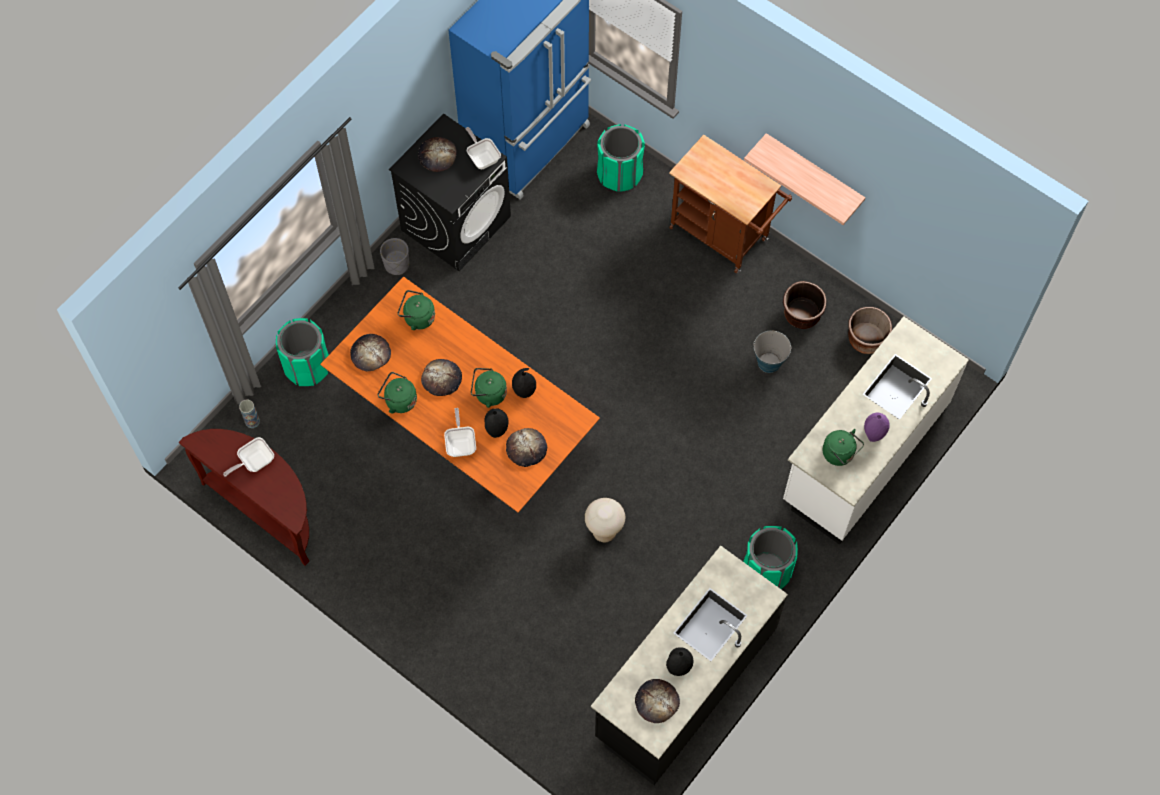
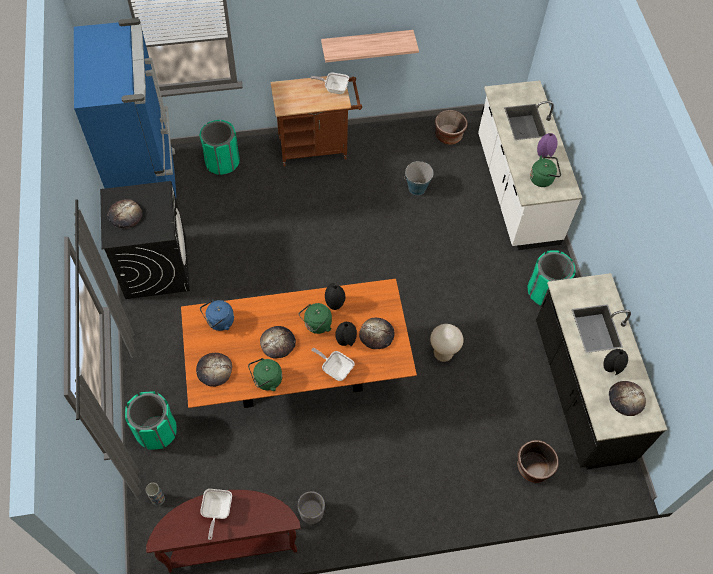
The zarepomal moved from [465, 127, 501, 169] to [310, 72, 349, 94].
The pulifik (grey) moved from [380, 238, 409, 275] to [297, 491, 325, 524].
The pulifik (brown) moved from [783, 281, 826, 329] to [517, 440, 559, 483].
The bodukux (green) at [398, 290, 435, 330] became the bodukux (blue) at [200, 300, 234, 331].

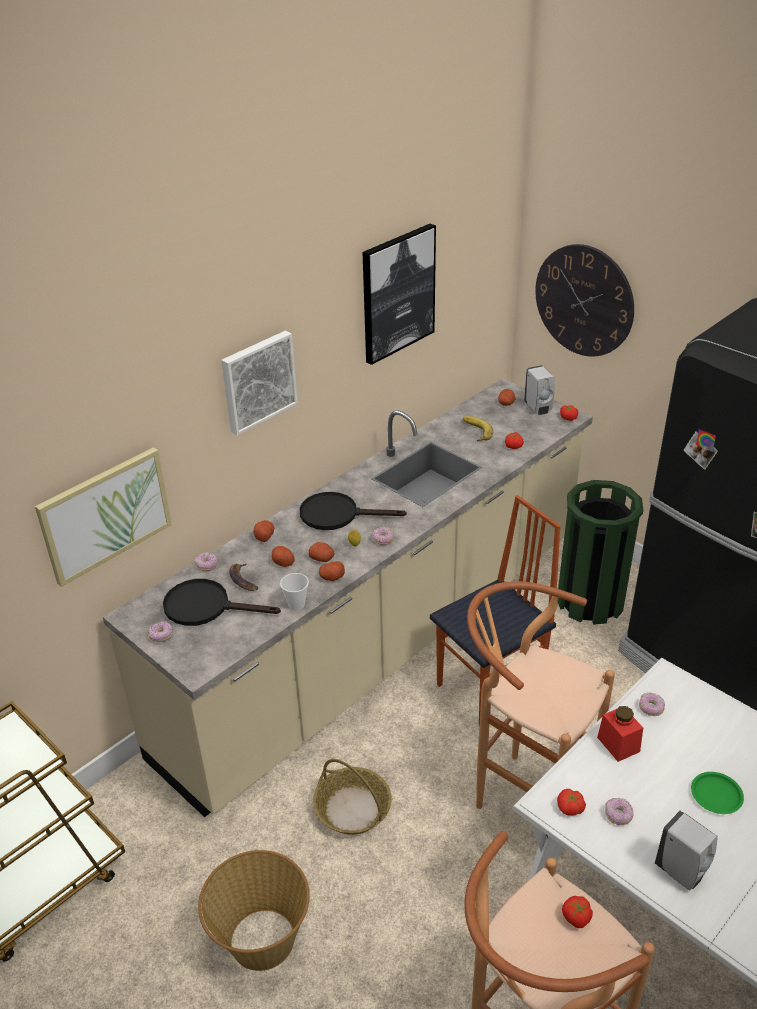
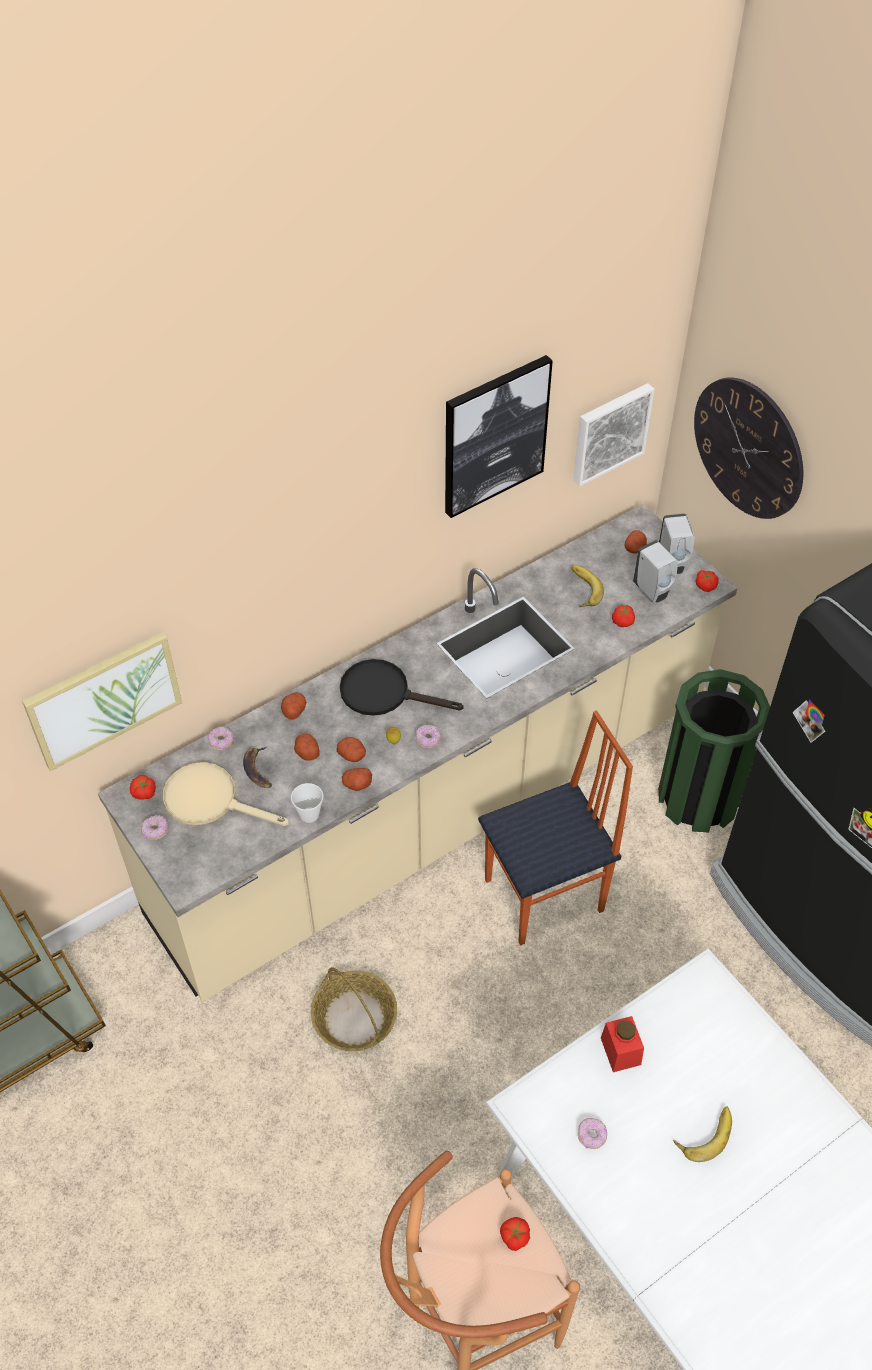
The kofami moved from [221, 331, 298, 435] to [573, 383, 655, 487].
The zarepomal (black) at [163, 579, 281, 626] became the zarepomal (beige) at [163, 762, 289, 826].
The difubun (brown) at [467, 581, 615, 809] disappeared.
The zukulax at [639, 692, 665, 716] disappeared.
The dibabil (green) at [691, 772, 744, 814] was replaced by the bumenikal at [674, 1106, 732, 1162].
The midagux moved from [557, 789, 586, 816] to [130, 775, 156, 800].
The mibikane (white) moved from [655, 811, 718, 891] to [633, 540, 678, 603].
The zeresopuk at [198, 850, 310, 971] disappeared.

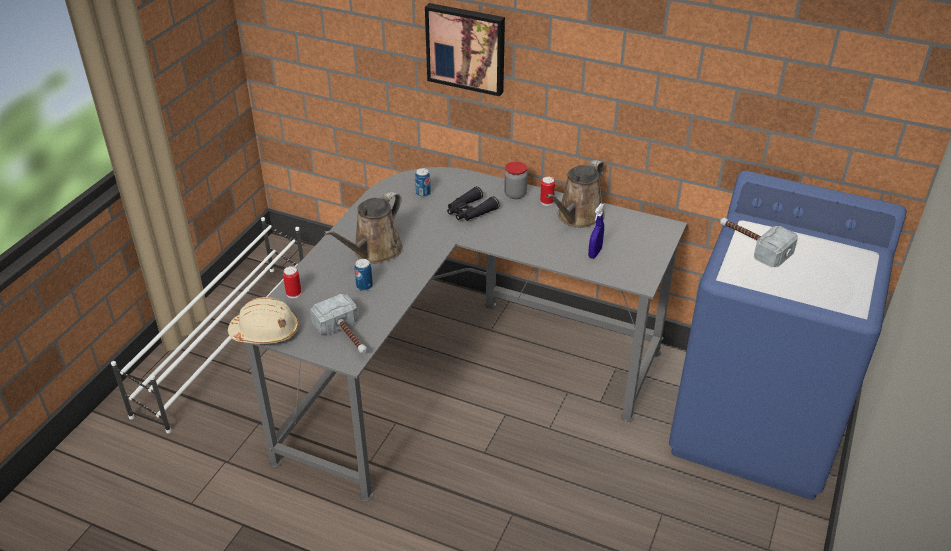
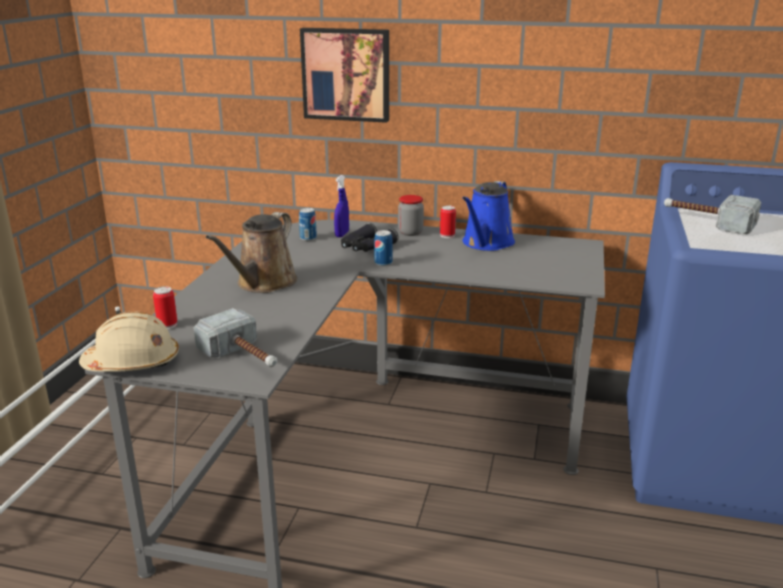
The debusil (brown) at [546, 160, 605, 228] became the debusil (blue) at [462, 181, 515, 251].
The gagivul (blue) moved from [588, 204, 604, 259] to [334, 175, 349, 237].
The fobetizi moved from [354, 259, 373, 291] to [374, 230, 392, 266].

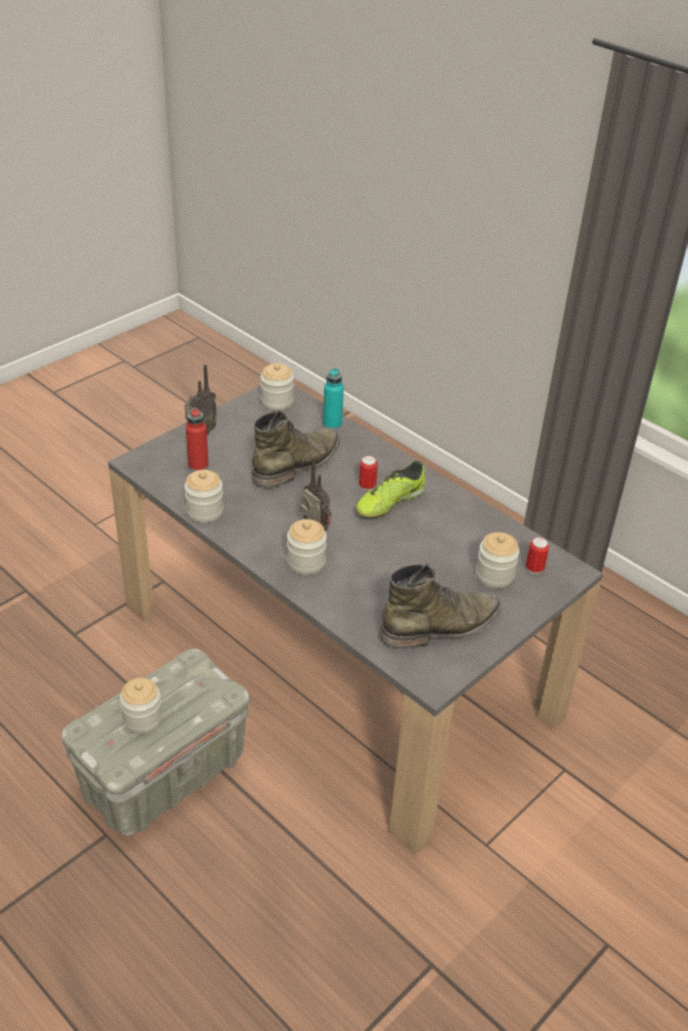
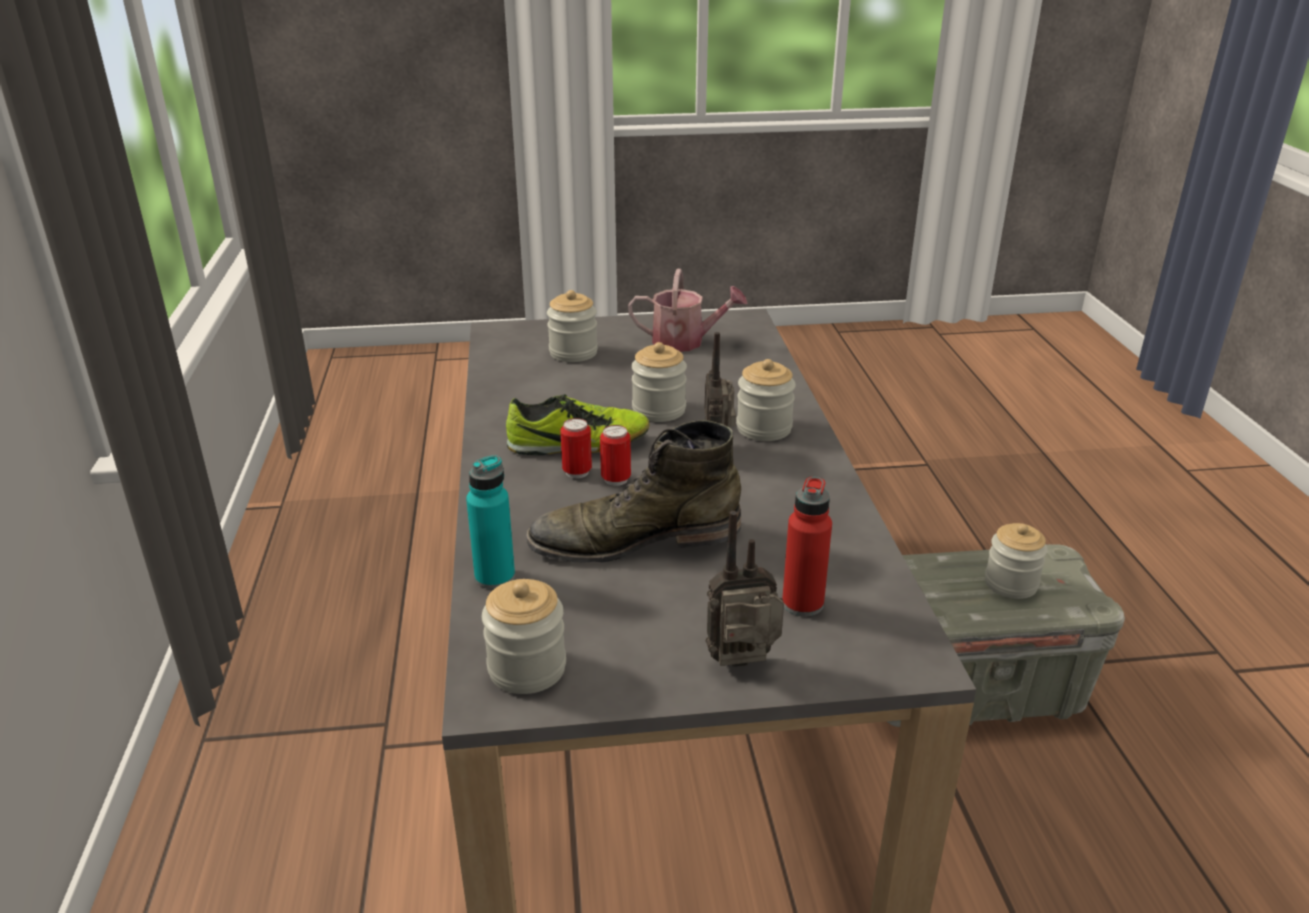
The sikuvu moved from [184, 470, 224, 523] to [631, 342, 687, 422].
The fobetizi moved from [526, 537, 549, 574] to [600, 425, 631, 486].
The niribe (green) at [380, 563, 502, 649] was replaced by the debusil at [628, 269, 748, 352].

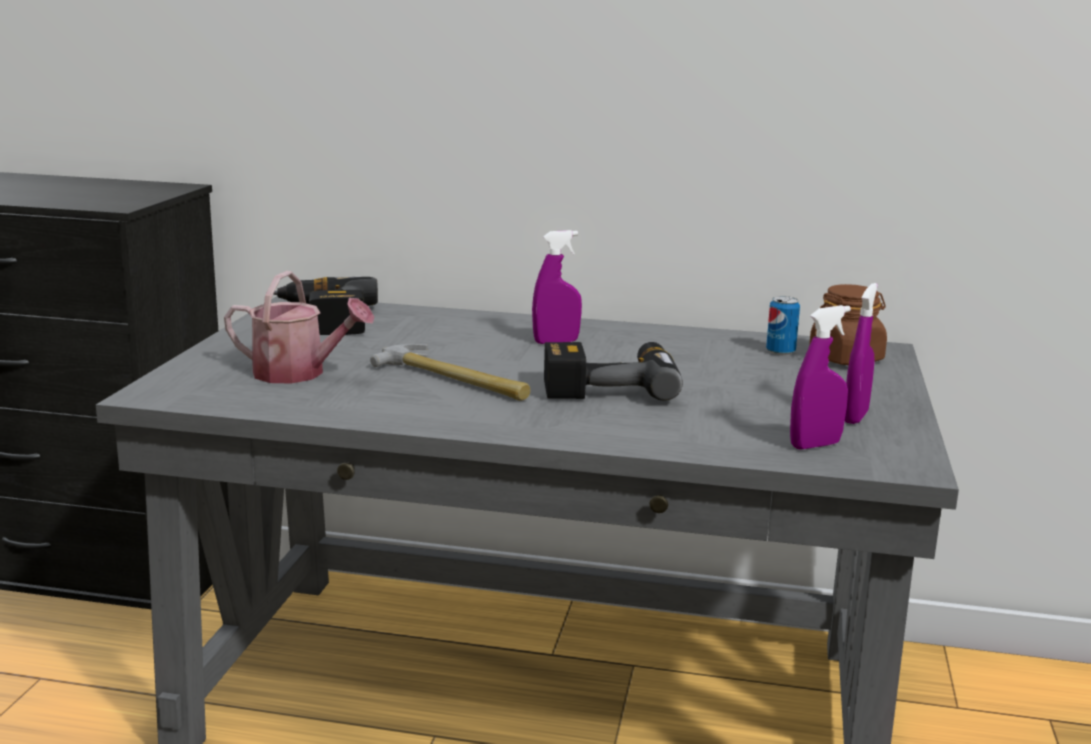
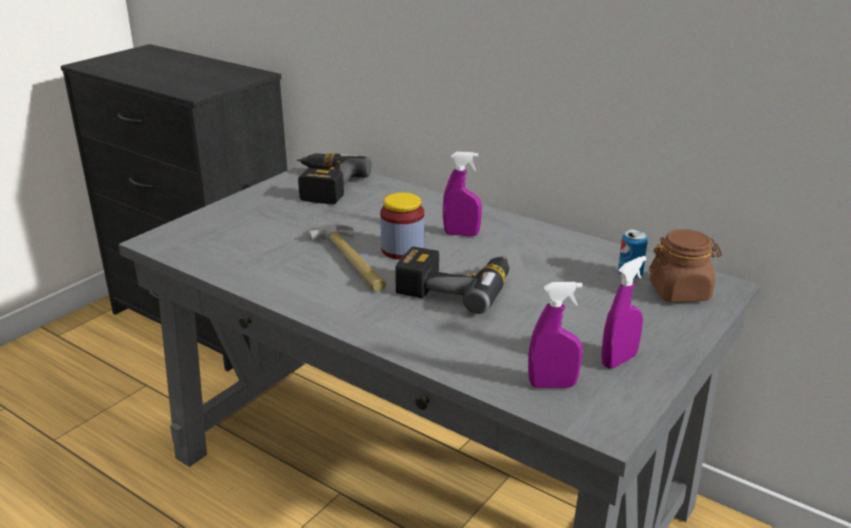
The debusil at [224, 271, 374, 384] disappeared.
The sikuvu at [380, 193, 425, 260] appeared.

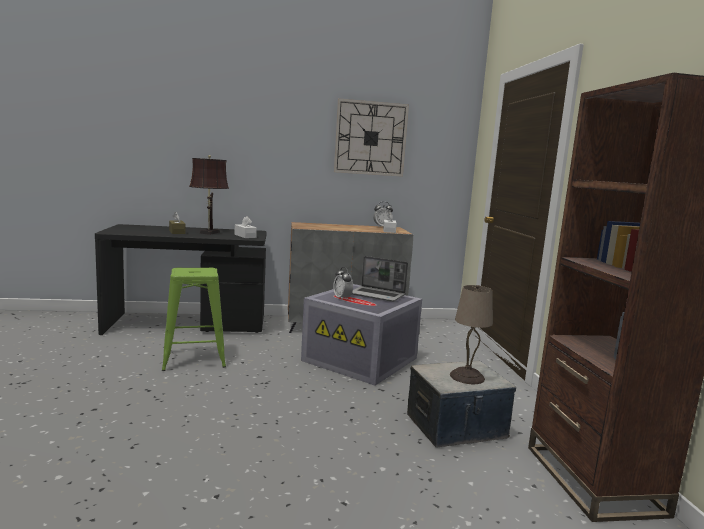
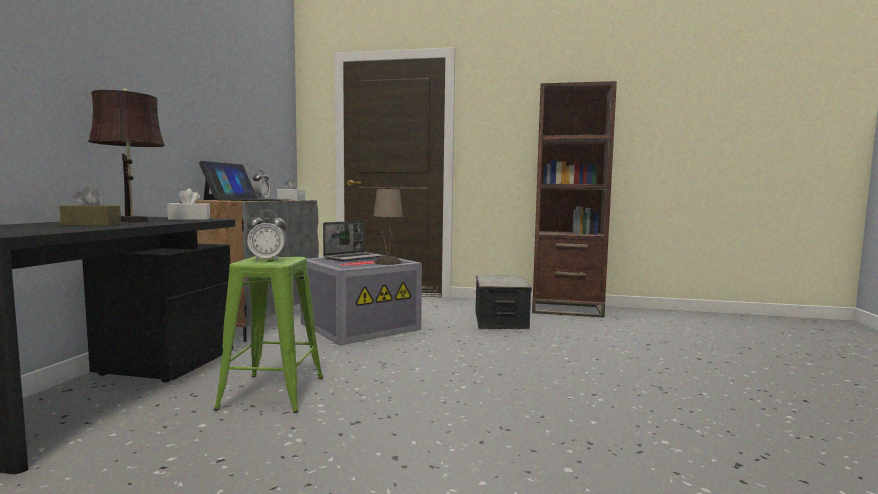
The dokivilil at [334, 98, 409, 177] disappeared.
The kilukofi moved from [333, 267, 353, 300] to [247, 210, 287, 261].
The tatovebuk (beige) moved from [450, 285, 493, 384] to [374, 186, 403, 265].
The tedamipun at [199, 161, 288, 201] appeared.

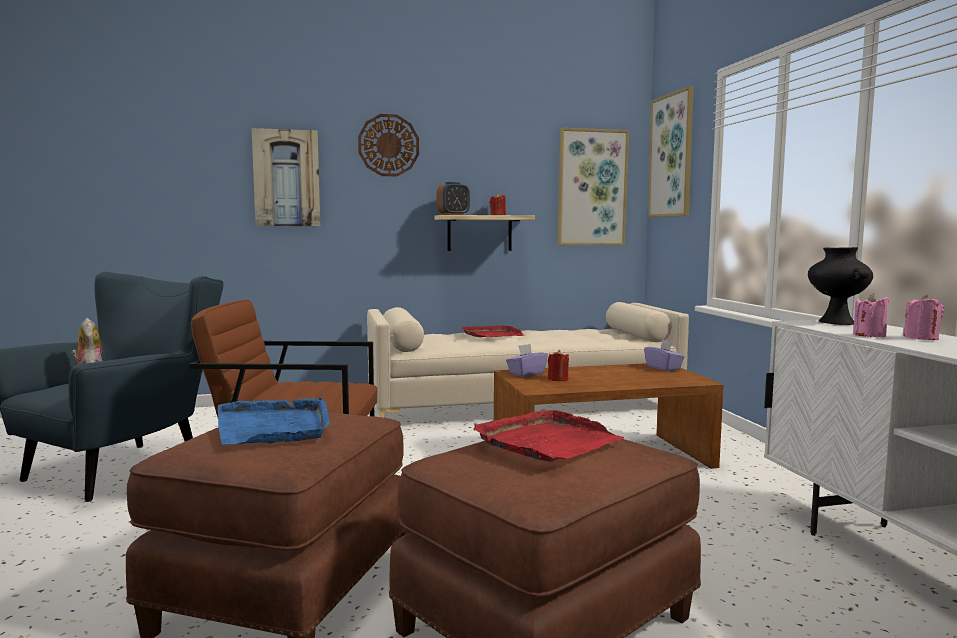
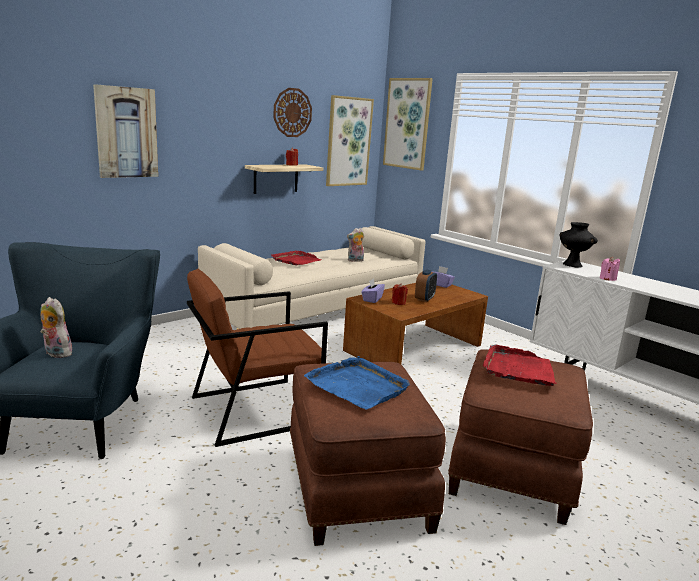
The dokivilil moved from [358, 114, 419, 176] to [273, 88, 312, 137].
The kilukofi moved from [436, 182, 470, 215] to [415, 270, 437, 302].
The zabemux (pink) at [903, 295, 944, 340] disappeared.
The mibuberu at [347, 228, 364, 262] appeared.

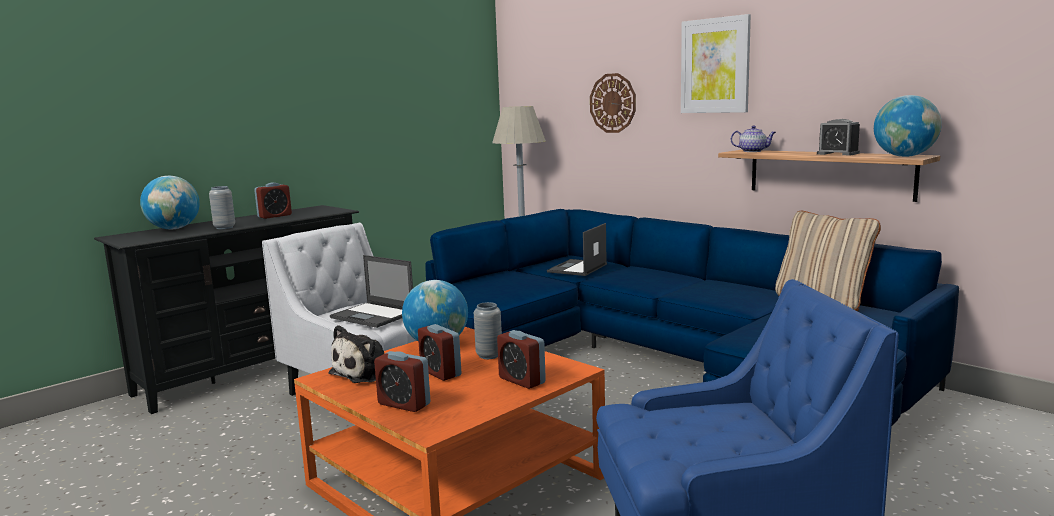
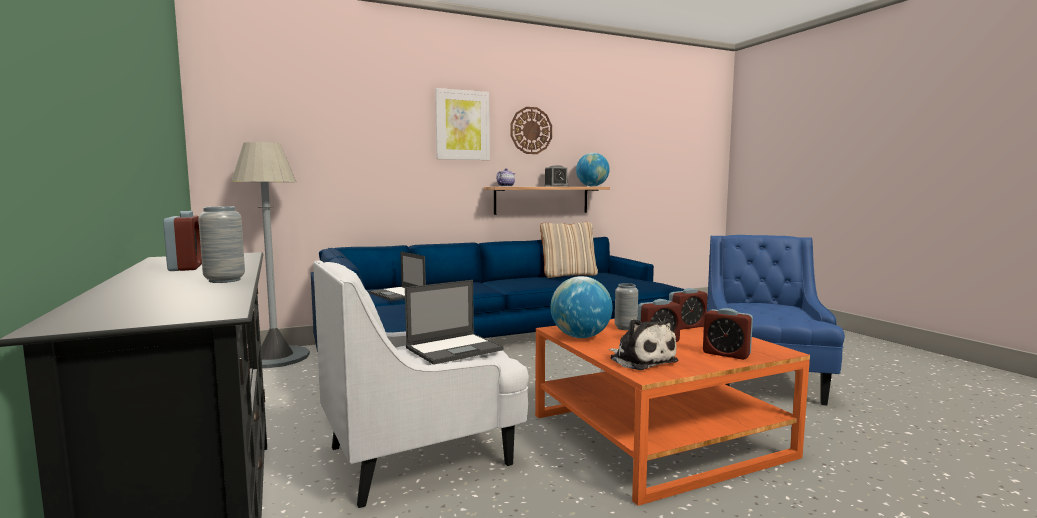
The dokivilil moved from [590, 73, 636, 133] to [510, 107, 552, 154].
The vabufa at [140, 176, 200, 229] disappeared.
The kilukofi at [374, 351, 430, 412] turned 75 degrees clockwise.

